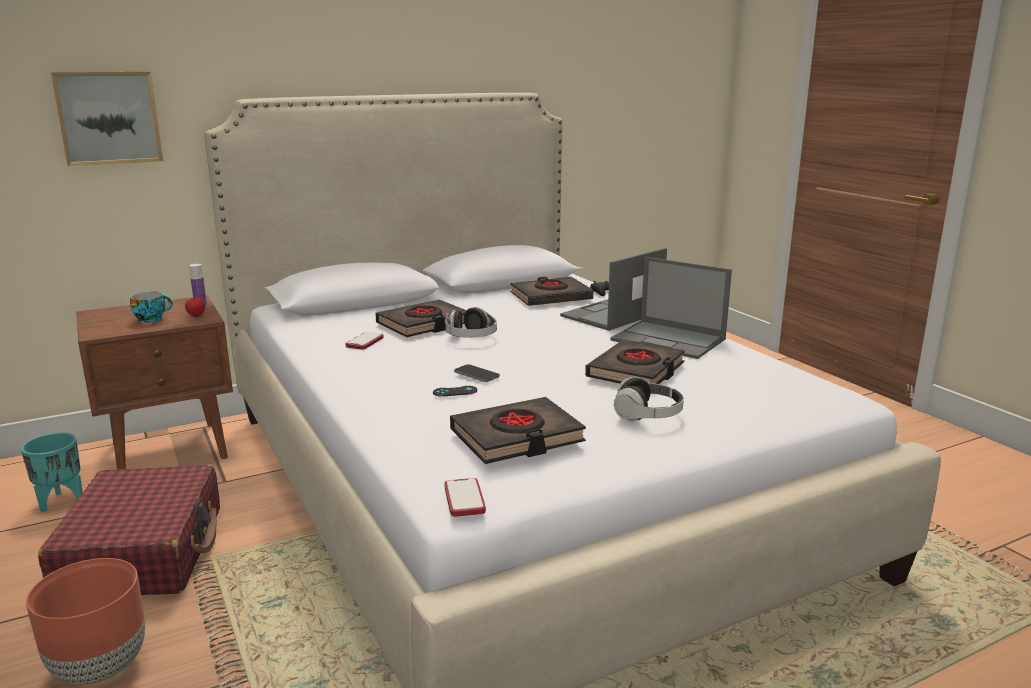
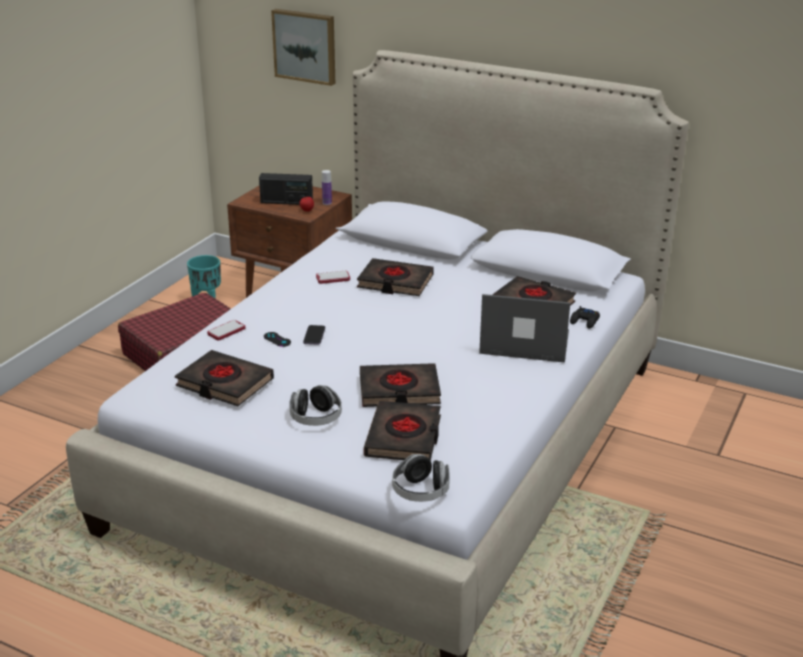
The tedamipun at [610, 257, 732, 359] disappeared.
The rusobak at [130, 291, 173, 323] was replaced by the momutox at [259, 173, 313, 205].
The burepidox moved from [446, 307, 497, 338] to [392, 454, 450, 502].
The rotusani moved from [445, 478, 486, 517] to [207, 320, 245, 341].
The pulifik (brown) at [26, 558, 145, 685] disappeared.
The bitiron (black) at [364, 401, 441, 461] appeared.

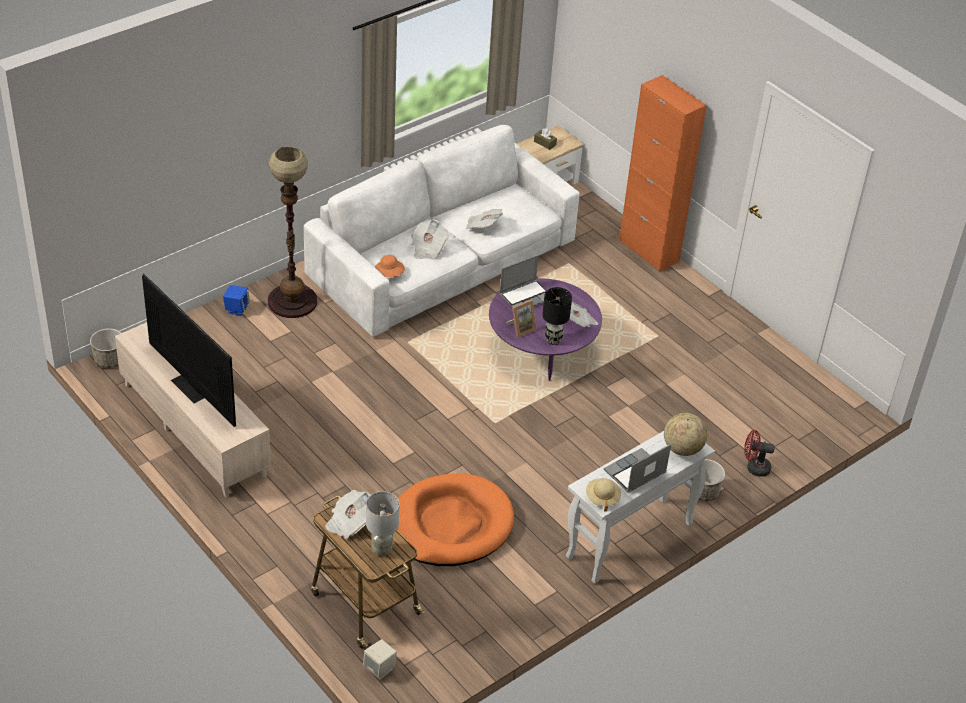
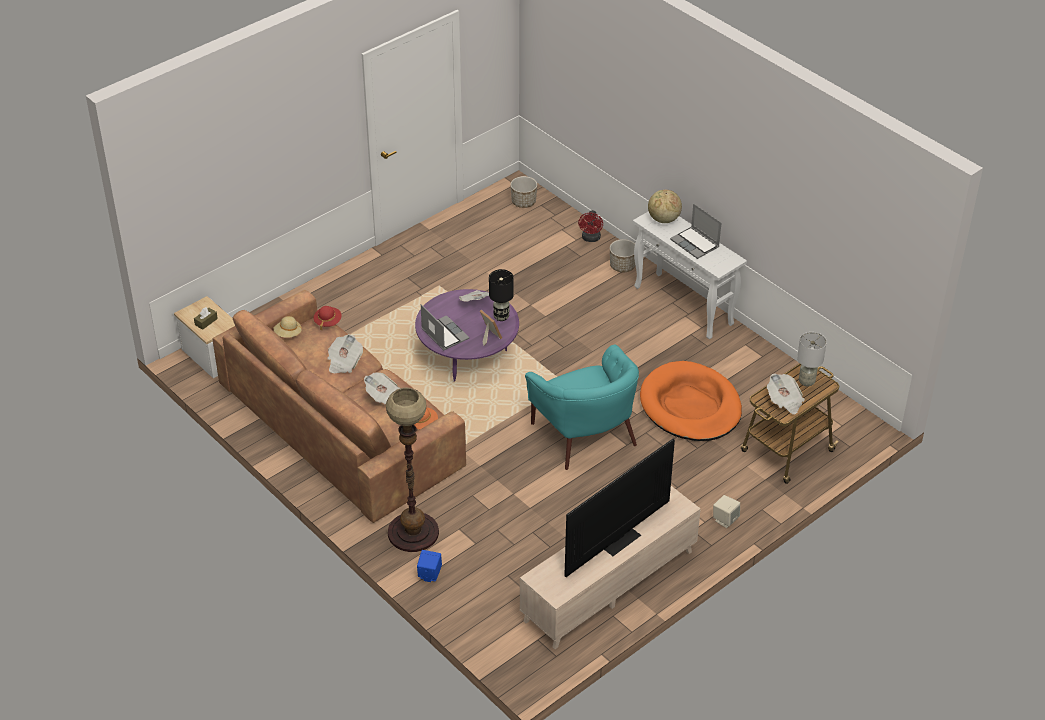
The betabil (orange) at [619, 75, 707, 272] disappeared.
The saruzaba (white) at [304, 125, 580, 337] became the saruzaba (brown) at [212, 290, 466, 523].
The pulifik moved from [90, 328, 121, 368] to [510, 176, 537, 208].
The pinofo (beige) moved from [586, 478, 621, 512] to [273, 316, 302, 338].
The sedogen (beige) moved from [363, 639, 397, 680] to [713, 495, 740, 528].
The pinofo (red) at [314, 306, 342, 331] appeared.
The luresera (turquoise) at [525, 345, 639, 470] appeared.

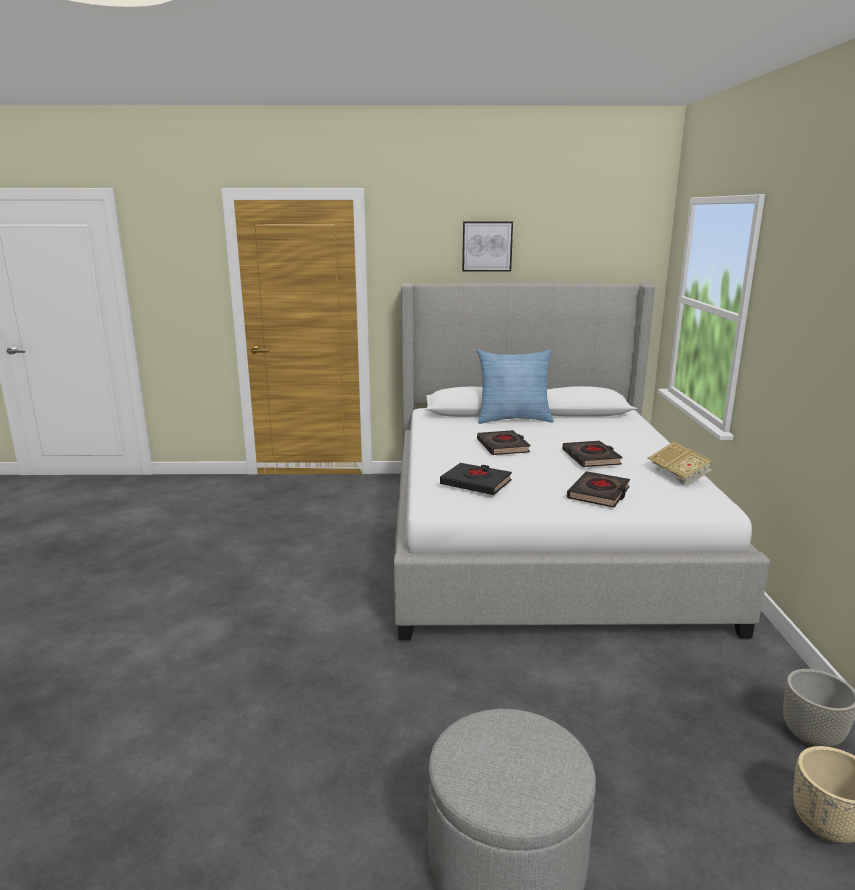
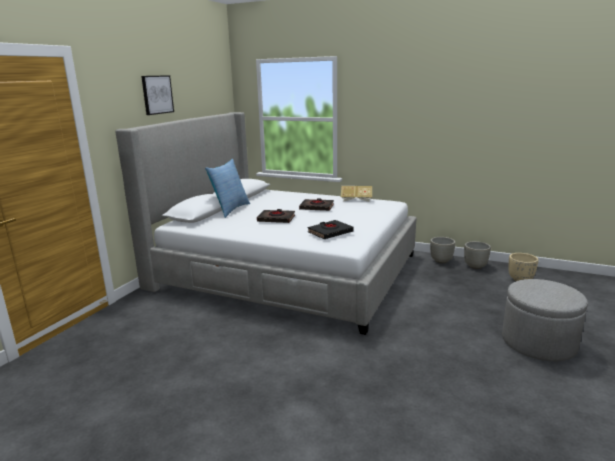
The bitiron (black) at [567, 471, 630, 508] disappeared.
The pulifik (grey) at [430, 237, 455, 264] appeared.

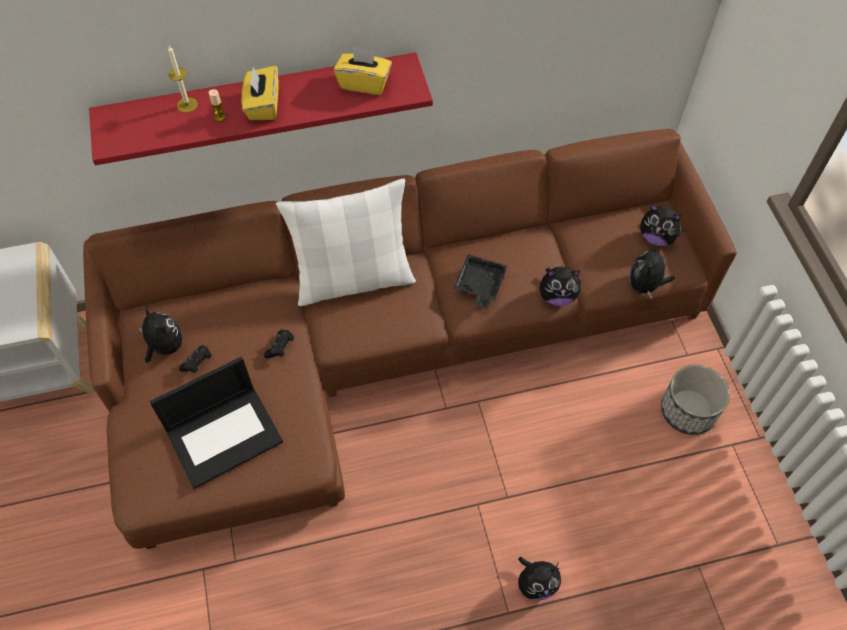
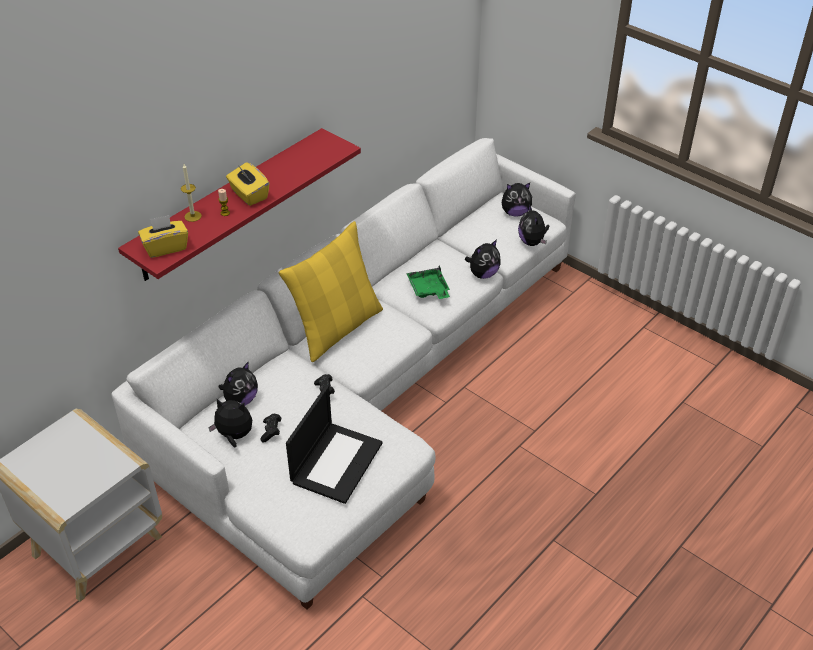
The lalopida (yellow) moved from [334, 47, 392, 95] to [138, 215, 188, 258].
The saruzaba (brown) at [83, 129, 737, 549] became the saruzaba (white) at [112, 138, 576, 610].
The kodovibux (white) at [276, 179, 416, 306] became the kodovibux (yellow) at [279, 221, 383, 362].
The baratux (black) at [454, 254, 508, 309] became the baratux (green) at [406, 266, 450, 299].
The pulifik at [661, 365, 730, 435] disappeared.
The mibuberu moved from [518, 557, 561, 601] to [219, 362, 258, 406].

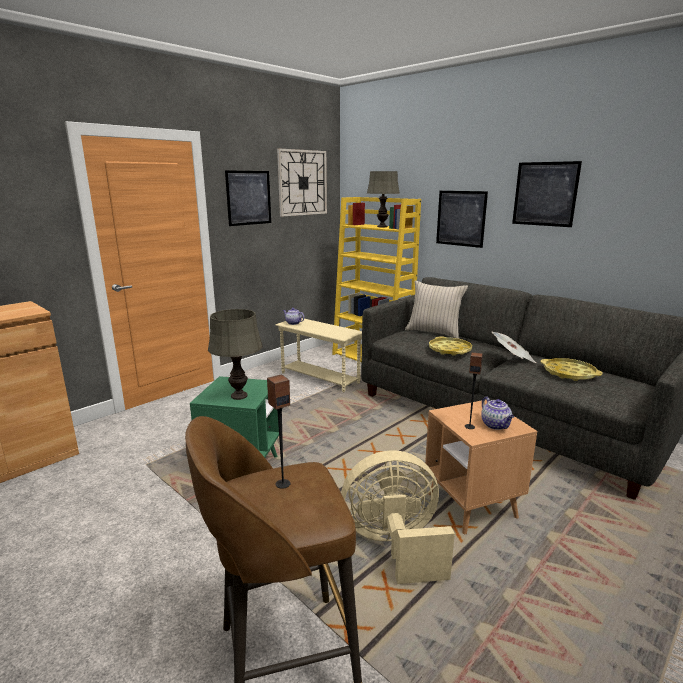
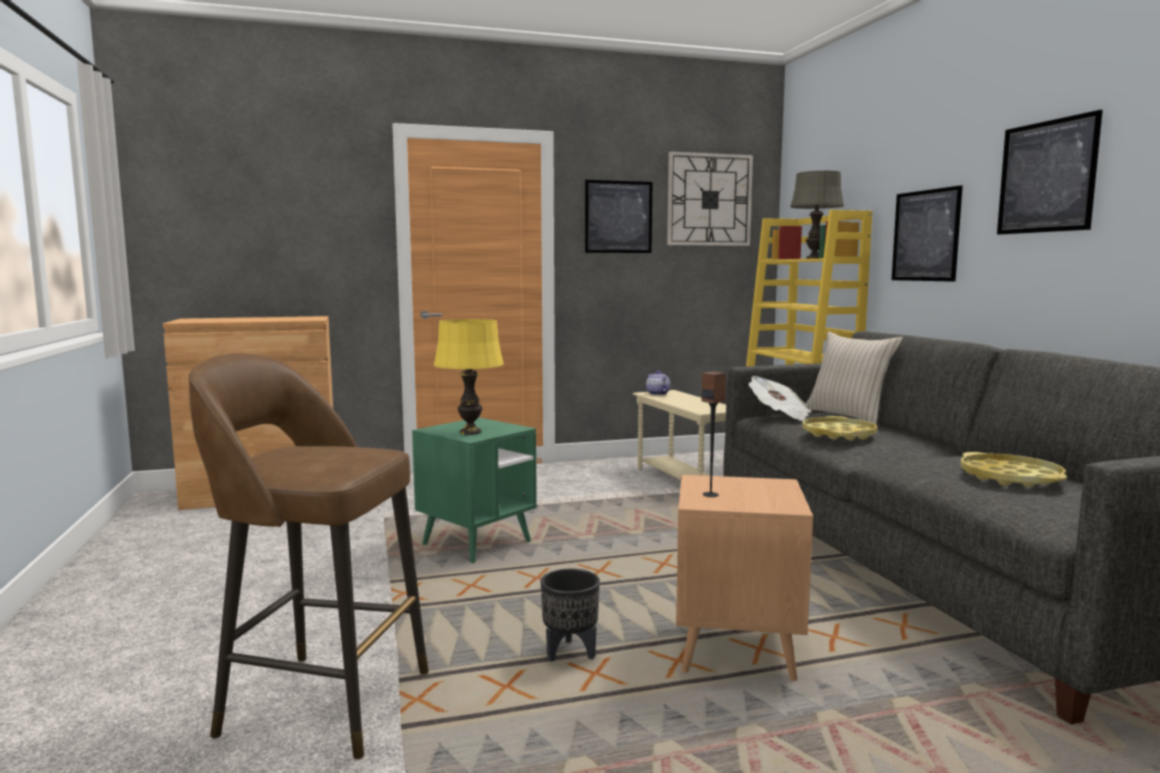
The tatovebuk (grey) at [208, 309, 262, 400] became the tatovebuk (yellow) at [434, 319, 504, 435].
The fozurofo moved from [492, 332, 536, 363] to [749, 376, 811, 421].
The sedogen at [267, 374, 290, 489] disappeared.
The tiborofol at [481, 397, 514, 430] disappeared.
The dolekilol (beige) at [341, 450, 455, 584] was replaced by the pulifik (black) at [540, 569, 600, 662].

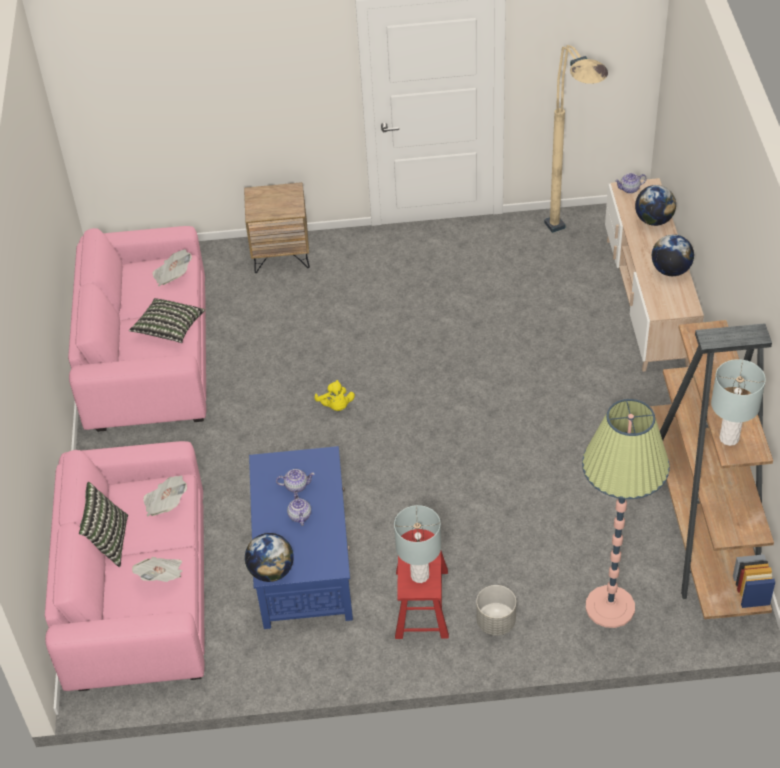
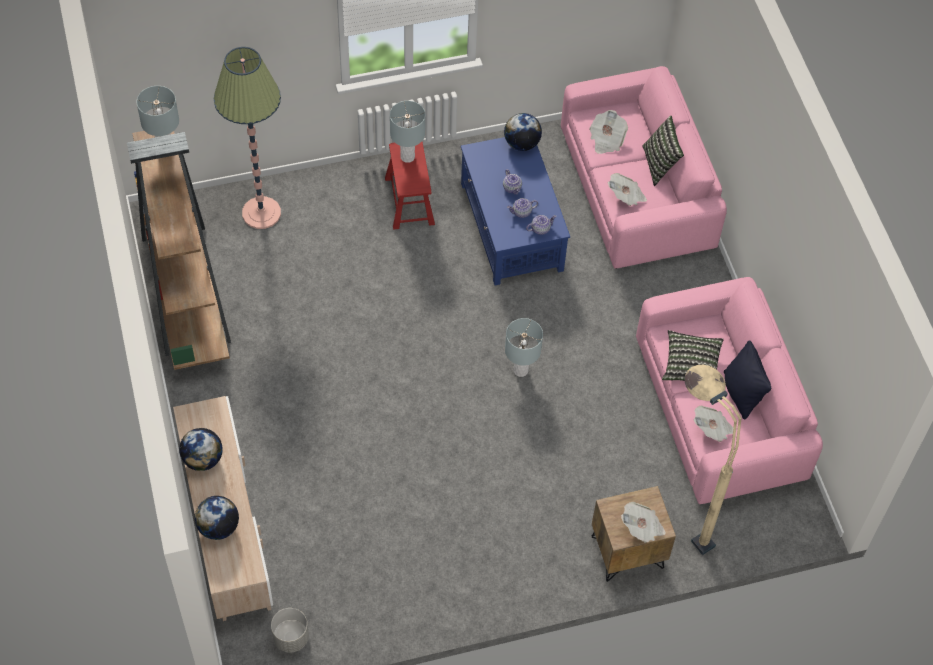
The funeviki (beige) moved from [544, 45, 608, 233] to [685, 365, 742, 555].
The tiborofol moved from [615, 173, 647, 194] to [526, 215, 557, 235].
The mibuberu (yellow) at [314, 380, 355, 411] was replaced by the tatovebuk (grey) at [505, 318, 543, 377].
The pulifik (grey) moved from [476, 585, 516, 636] to [271, 608, 309, 653].
The kodovibux (black) at [724, 340, 771, 419] appeared.
The fozurofo at [621, 502, 666, 543] appeared.

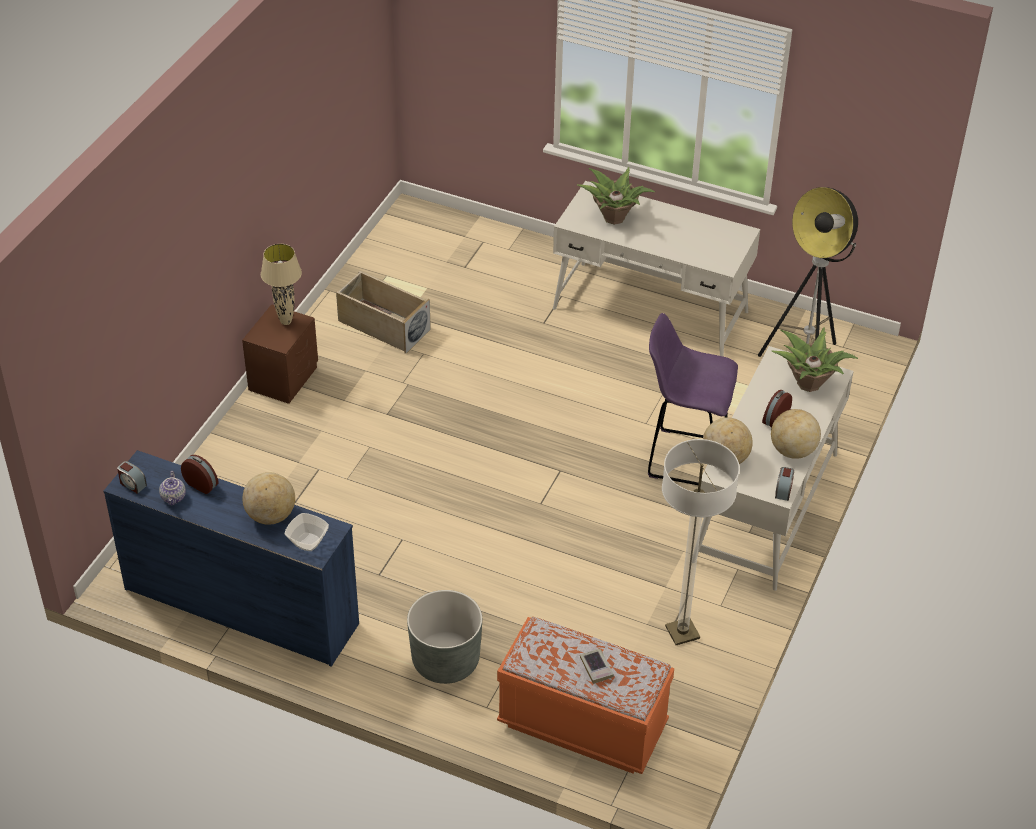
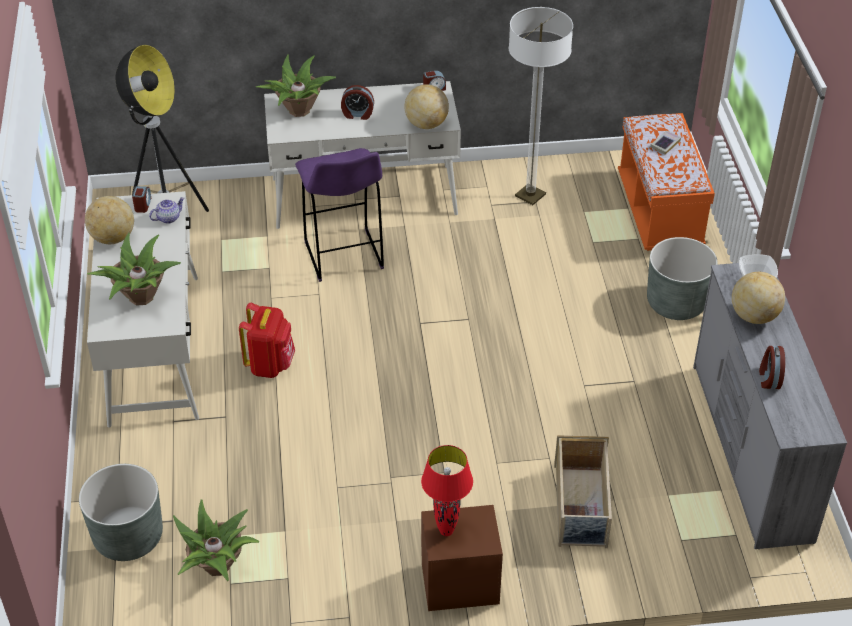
The tatovebuk (beige) at [261, 244, 302, 325] became the tatovebuk (red) at [421, 445, 473, 536].
The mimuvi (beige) moved from [336, 271, 431, 354] to [554, 435, 612, 548].
The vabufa moved from [771, 409, 821, 459] to [85, 196, 134, 244].
The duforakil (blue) at [103, 450, 359, 667] became the duforakil (grey) at [693, 263, 847, 549].
The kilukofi moved from [117, 461, 147, 494] to [132, 186, 151, 213].
The tiborofol moved from [159, 471, 186, 506] to [149, 197, 185, 224].
The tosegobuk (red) at [239, 303, 295, 378] appeared.
The pulifik (grey) at [79, 464, 163, 561] appeared.
The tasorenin at [173, 500, 260, 581] appeared.

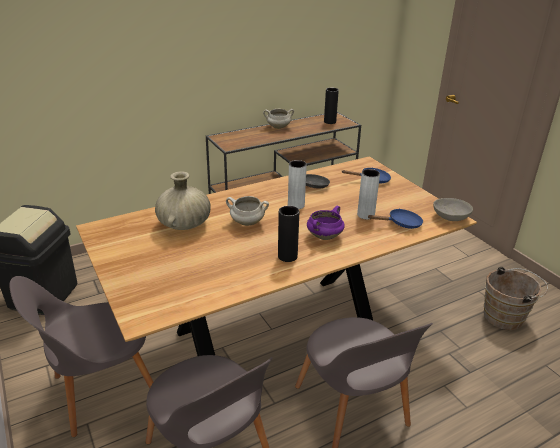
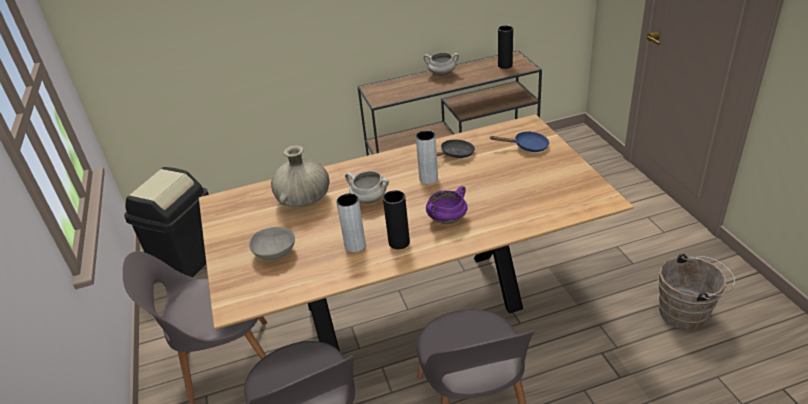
The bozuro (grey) moved from [357, 169, 380, 219] to [336, 193, 366, 252].
The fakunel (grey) moved from [433, 198, 473, 221] to [249, 227, 295, 260].
The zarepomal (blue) at [368, 209, 423, 229] disappeared.

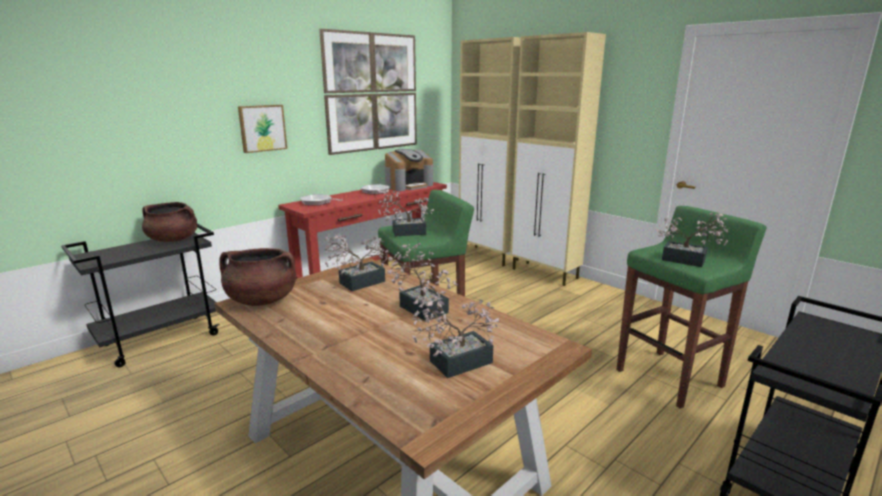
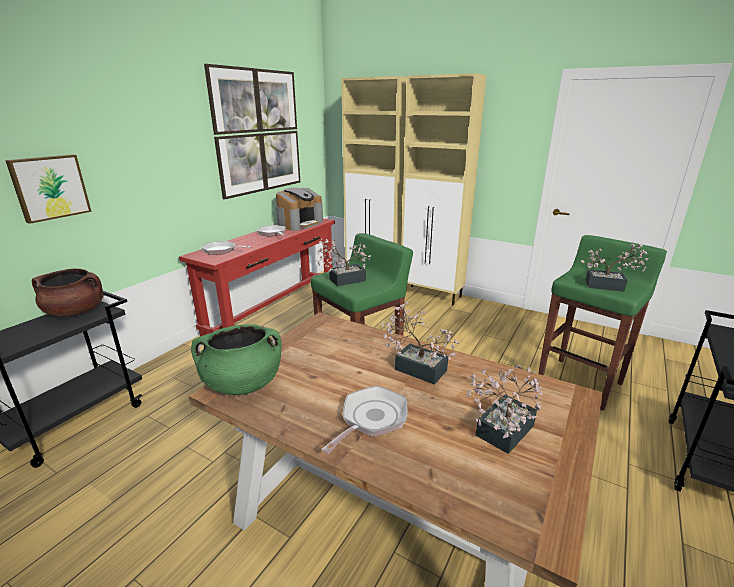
The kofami moved from [238, 105, 287, 153] to [5, 154, 92, 224].
The tasorenin at [324, 234, 388, 291] disappeared.
The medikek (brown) at [219, 248, 296, 306] became the medikek (green) at [191, 324, 282, 395].
The zarepomal at [321, 386, 407, 454] appeared.

